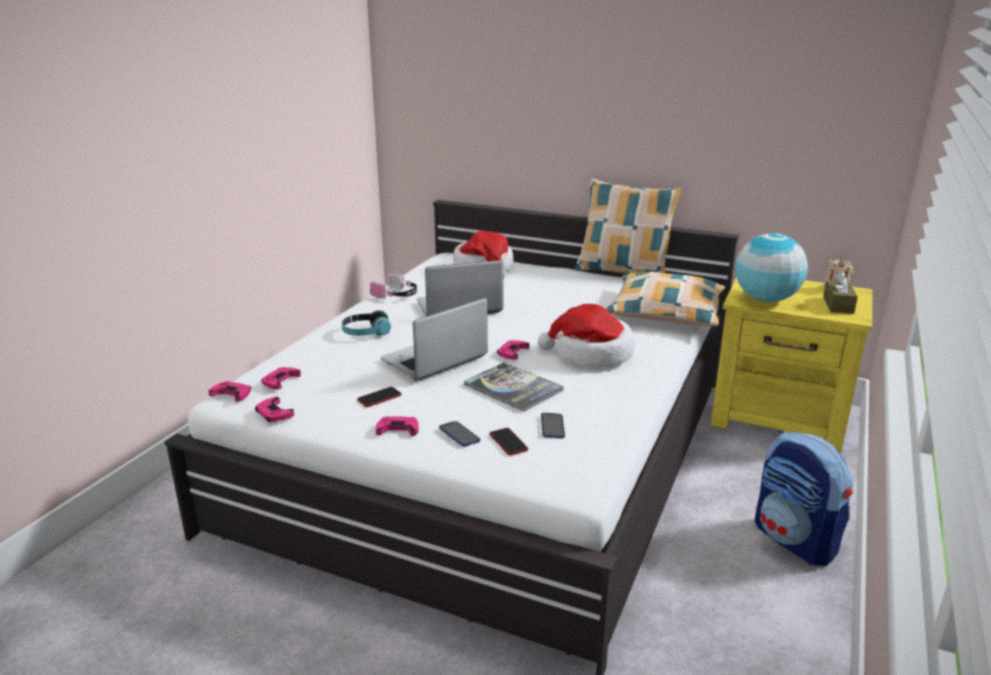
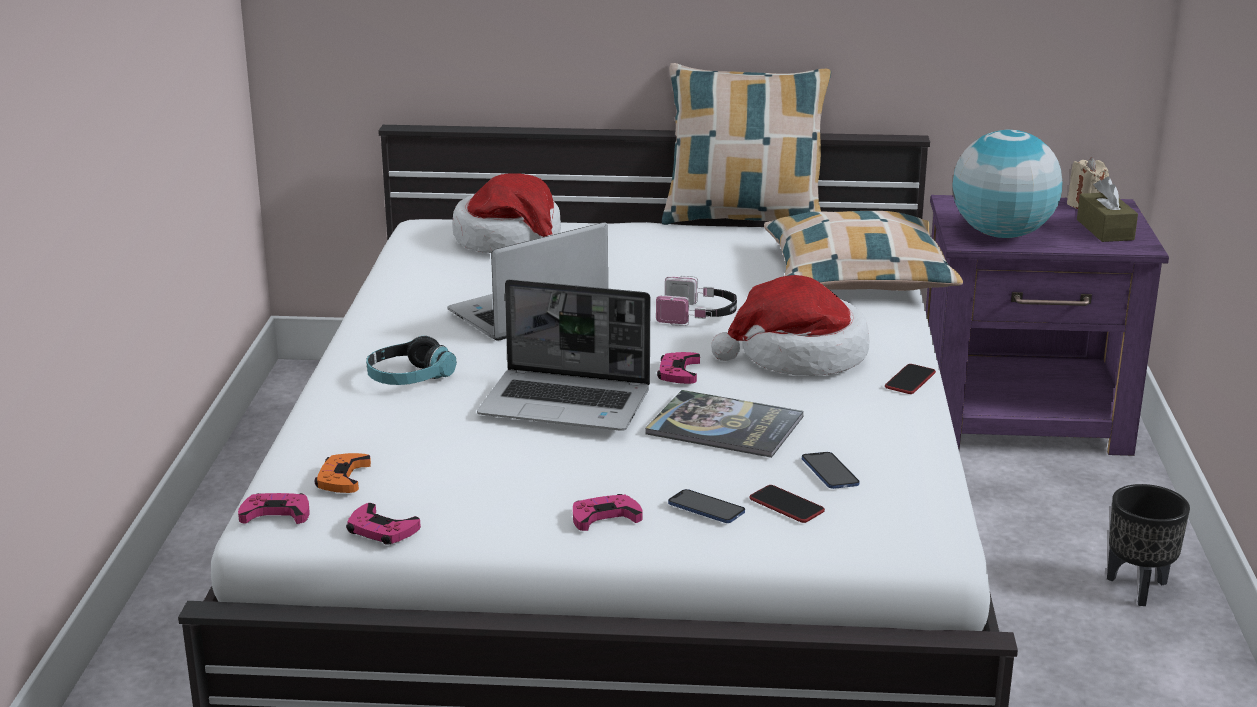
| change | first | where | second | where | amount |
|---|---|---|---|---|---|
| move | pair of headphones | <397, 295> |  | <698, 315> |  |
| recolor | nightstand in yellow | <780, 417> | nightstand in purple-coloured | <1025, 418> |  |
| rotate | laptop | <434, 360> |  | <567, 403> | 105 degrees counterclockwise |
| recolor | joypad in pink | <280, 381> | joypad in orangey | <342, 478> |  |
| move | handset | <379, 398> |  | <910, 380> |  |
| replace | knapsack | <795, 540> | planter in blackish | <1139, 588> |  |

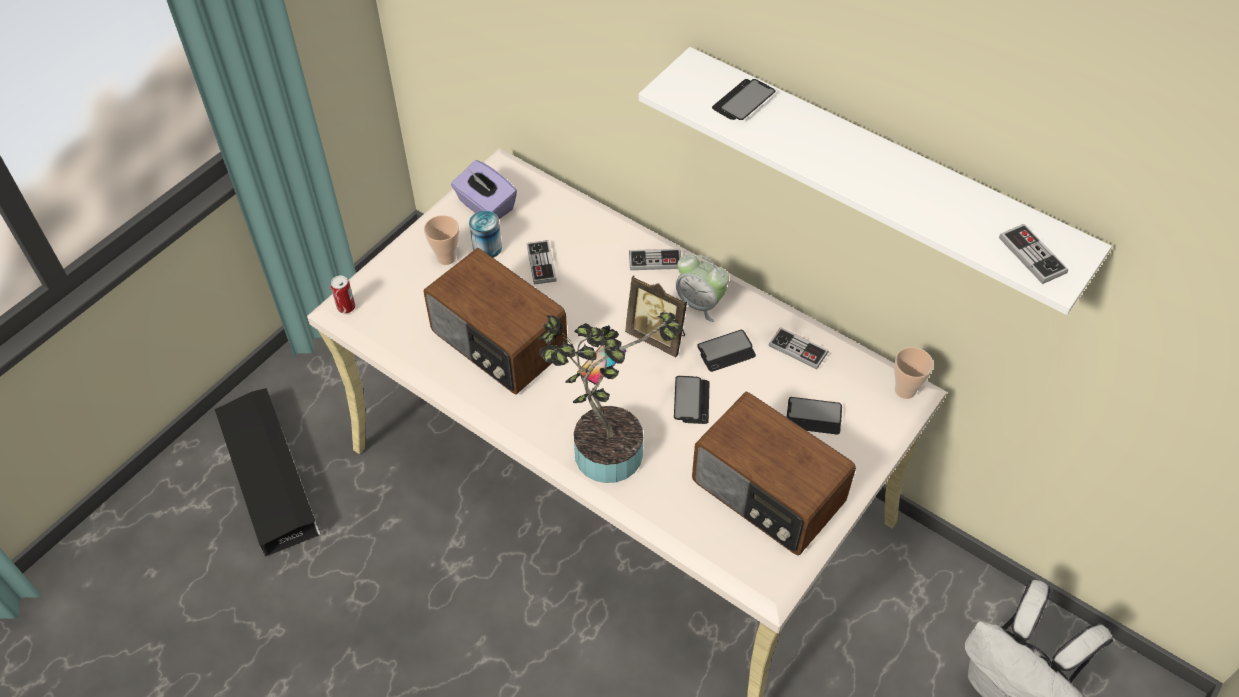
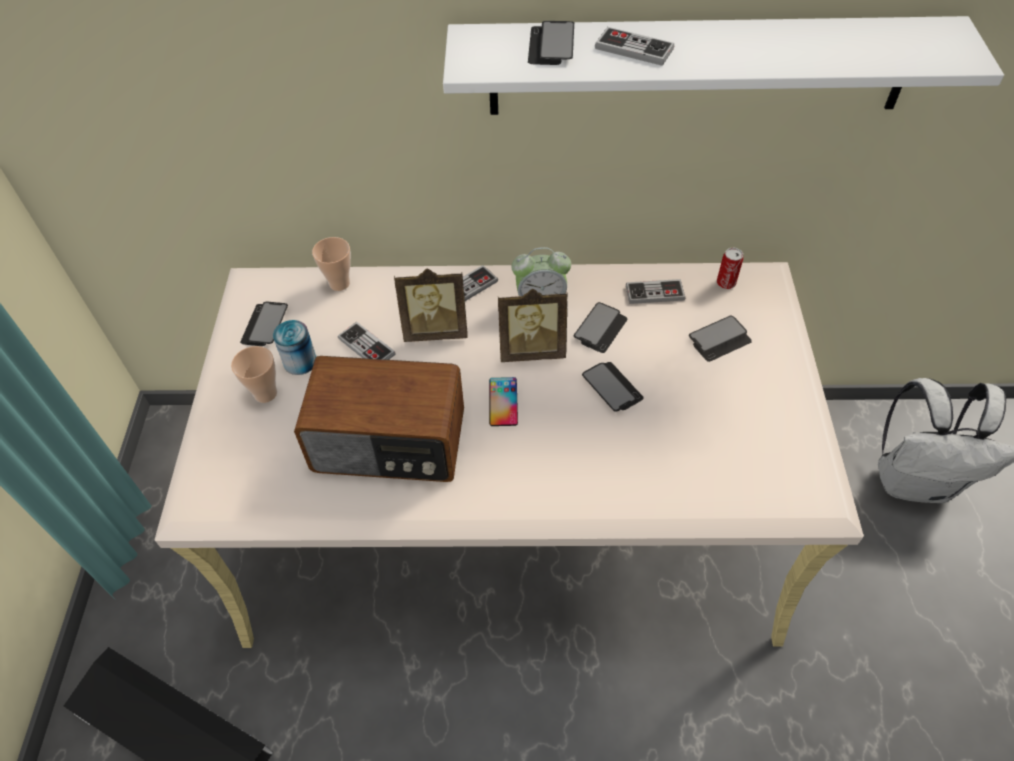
| change | first | where | second | where | amount |
|---|---|---|---|---|---|
| replace | tissue box in purple-coloured | <485, 206> | handset | <265, 325> |  |
| move | joypad | <1032, 255> |  | <634, 49> |  |
| move | metal can | <346, 307> |  | <726, 283> |  |
| delete | houseplant | <601, 448> |  |  |  |
| move | cup | <905, 390> |  | <339, 283> |  |
| delete | radio | <767, 494> |  |  |  |
| insert |  |  | standing frame | <435, 330> |  |

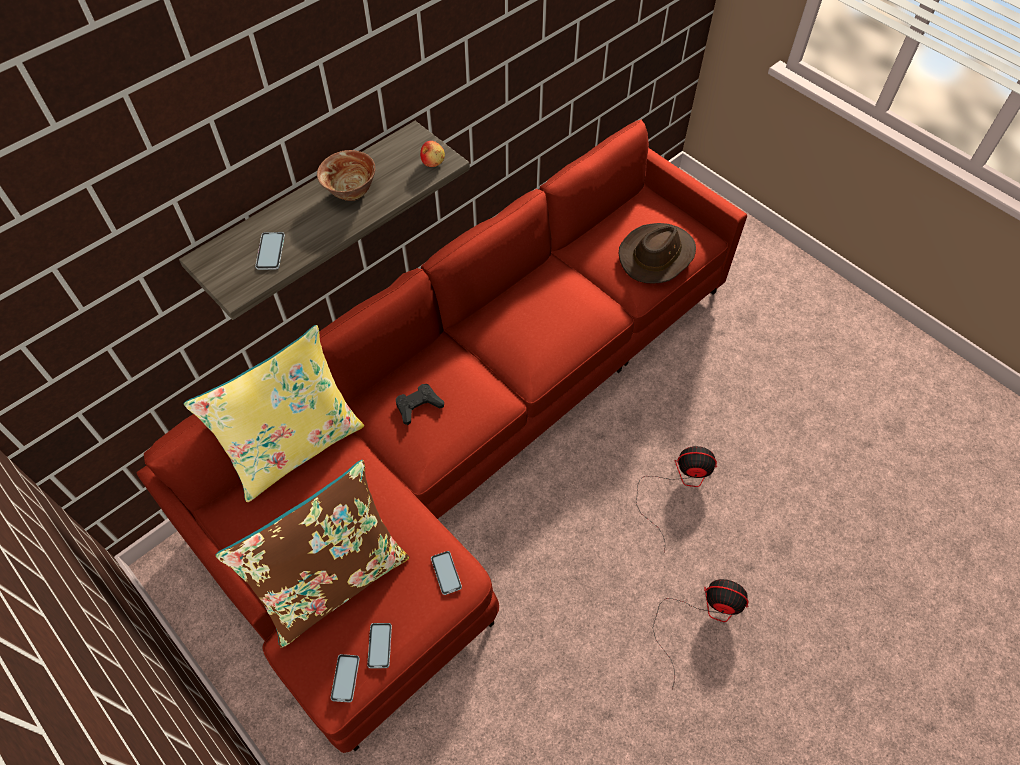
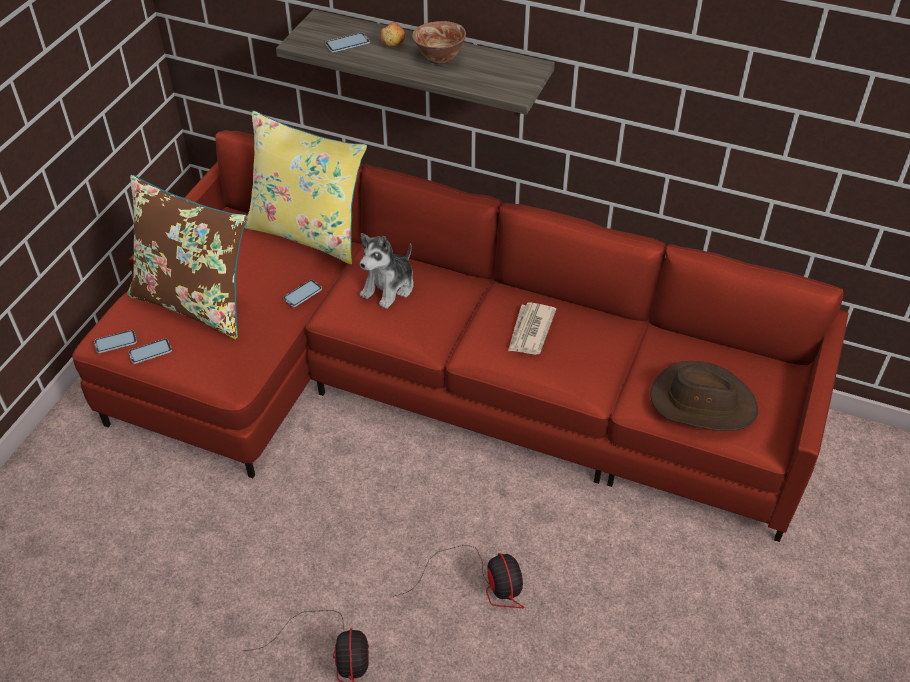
| change | first | where | second | where | amount |
|---|---|---|---|---|---|
| move | apple fruit | <433, 162> |  | <393, 44> |  |
| replace | joypad in blackish | <418, 406> | soft toy | <389, 287> |  |
| move | handset | <446, 573> |  | <302, 294> |  |
| insert |  |  | printed paper | <530, 331> |  |

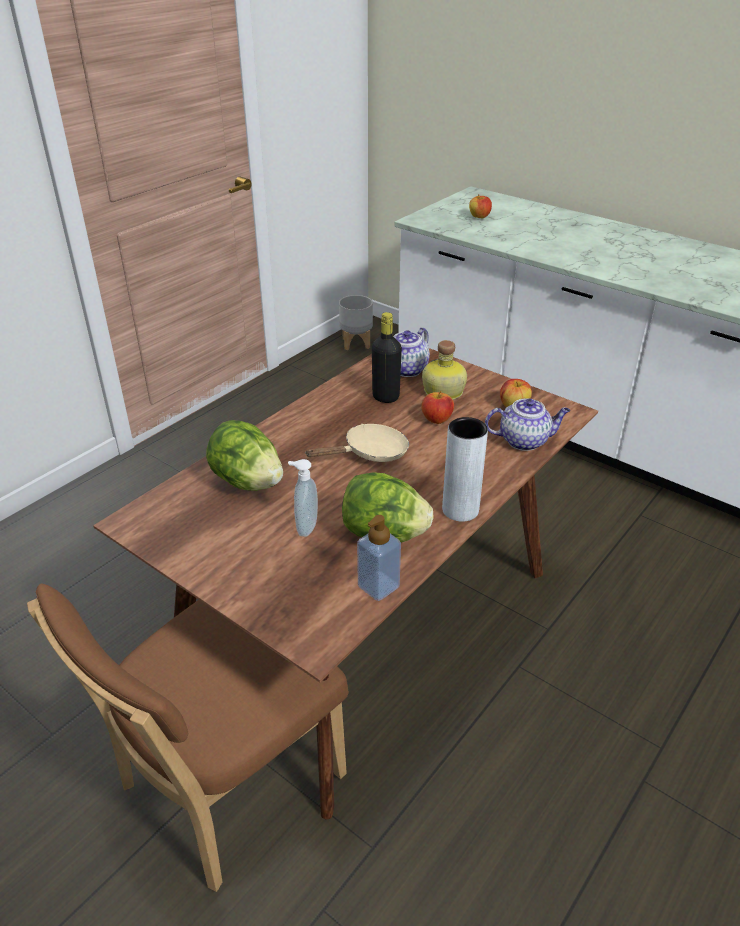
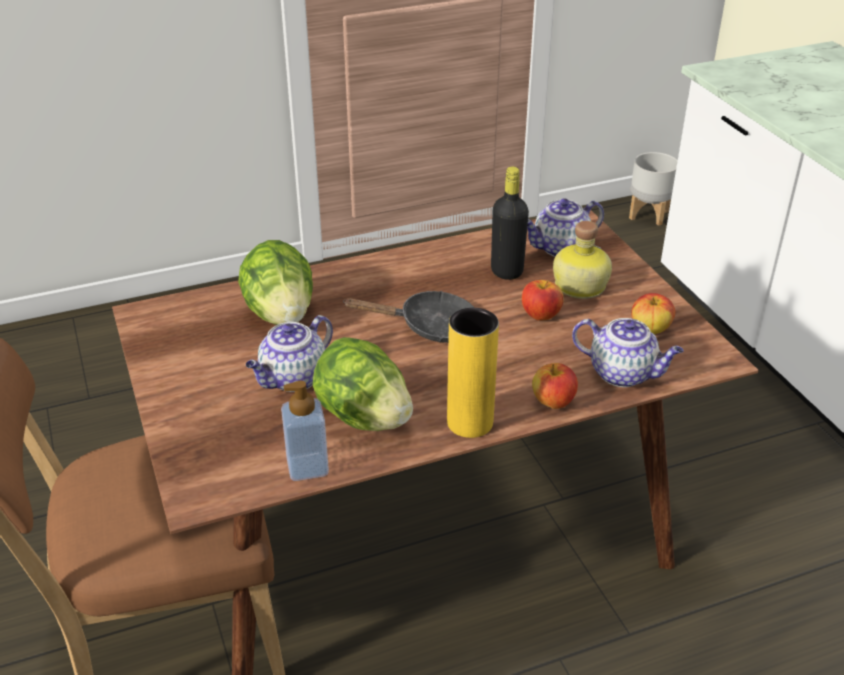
| change | first | where | second | where | amount |
|---|---|---|---|---|---|
| move | apple fruit | <479, 217> |  | <553, 402> |  |
| recolor | flower vase in gray | <460, 510> | flower vase in yellow | <470, 422> |  |
| recolor | skillet in sand-coloured | <370, 453> | skillet in blackish | <430, 327> |  |
| replace | liquid soap bottle | <305, 527> | teapot | <293, 379> |  |

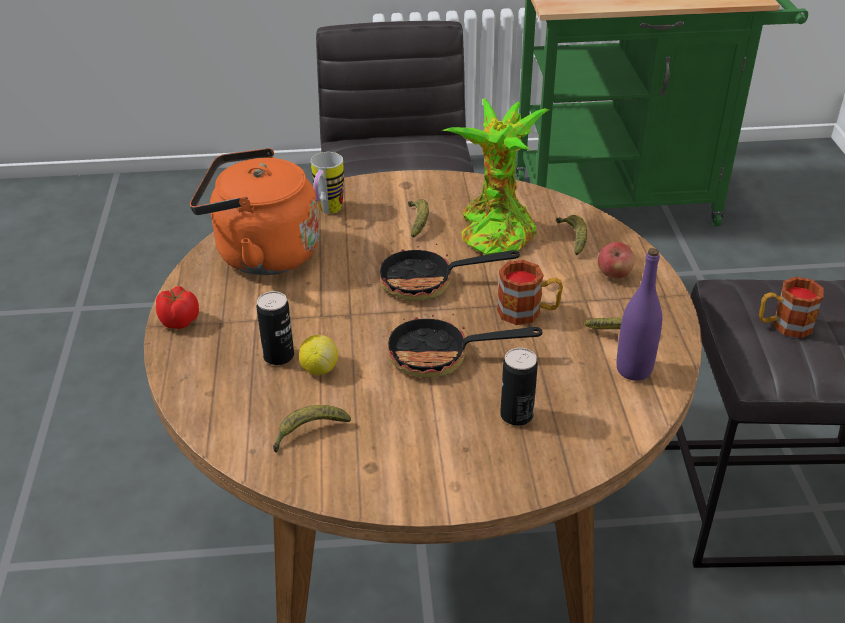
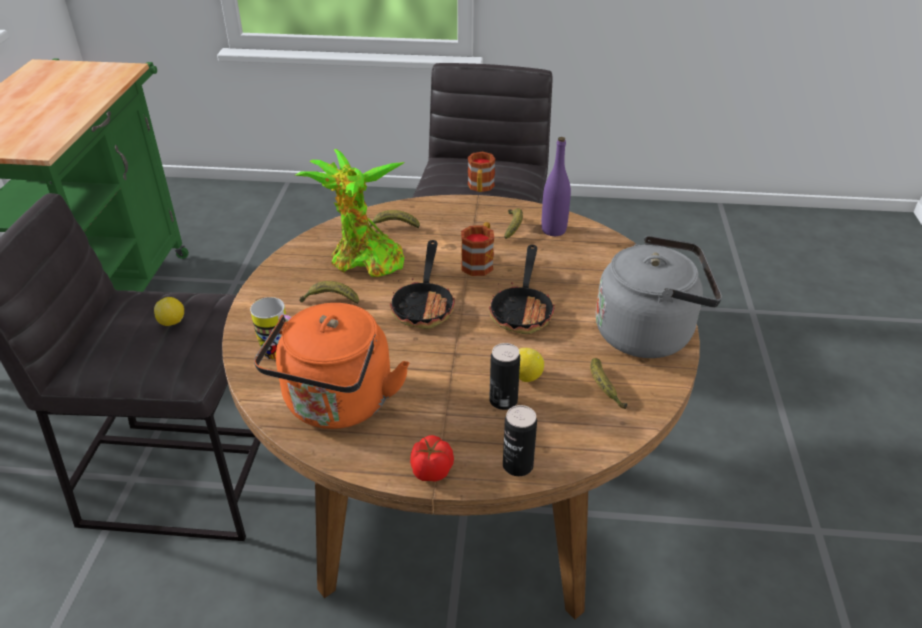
| change | first | where | second | where | amount |
|---|---|---|---|---|---|
| delete | apple fruit | <614, 274> |  |  |  |
| move | metal can | <516, 415> |  | <517, 465> |  |
| insert |  |  | tea kettle in gray | <649, 333> |  |
| insert |  |  | citrus fruit | <172, 322> |  |

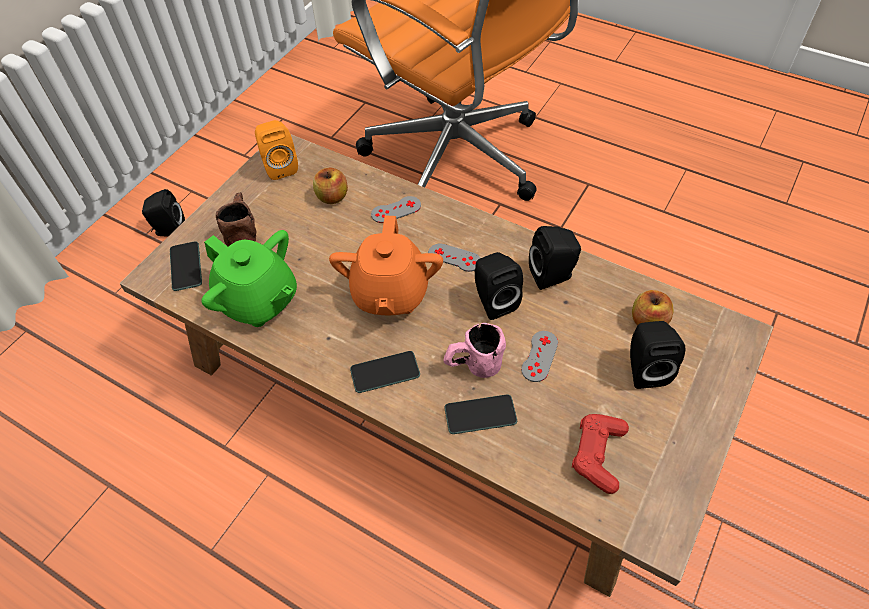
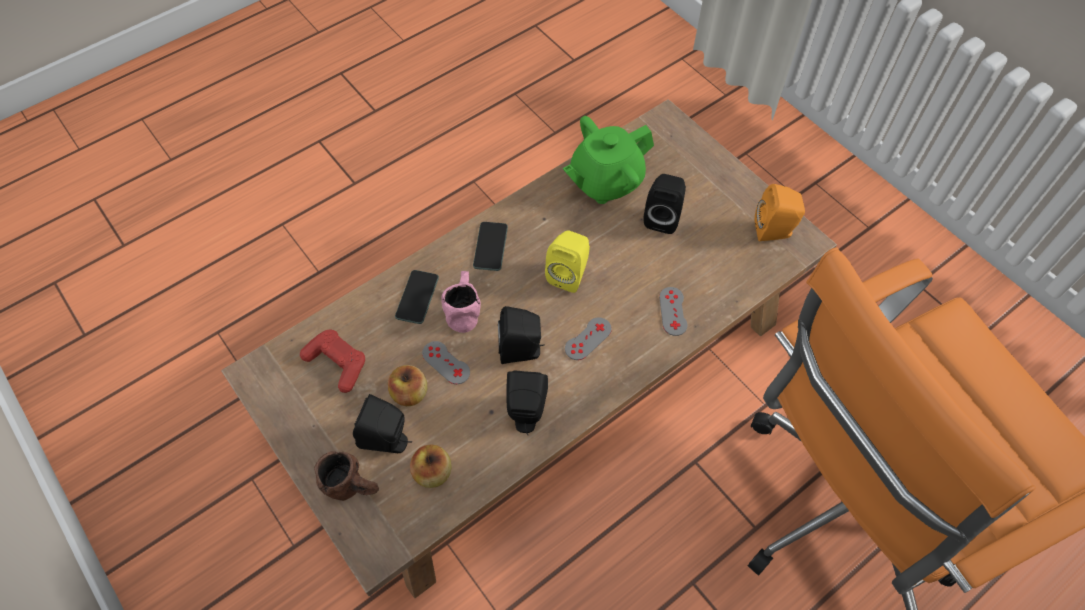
| change | first | where | second | where | amount |
|---|---|---|---|---|---|
| move | apple fruit | <332, 197> |  | <410, 393> |  |
| move | audio speaker in blackish | <169, 230> |  | <663, 217> |  |
| move | coffee mug in brown-coloured | <242, 232> |  | <354, 487> |  |
| replace | teapot in orangey | <390, 294> | audio speaker in yellow | <569, 274> |  |
| delete | handset | <186, 266> |  |  |  |

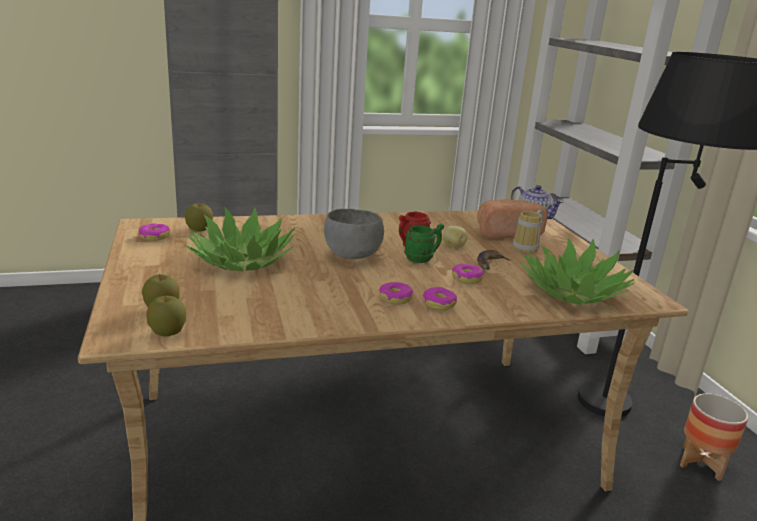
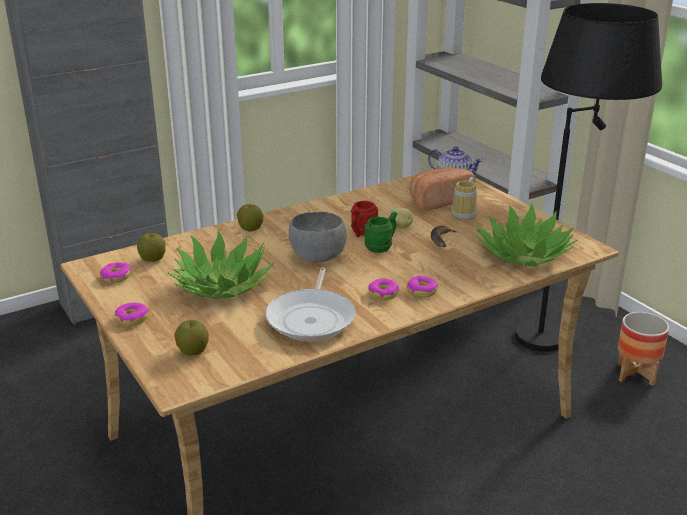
| change | first | where | second | where | amount |
|---|---|---|---|---|---|
| move | doughnut | <467, 278> |  | <132, 318> |  |
| move | apple fruit | <168, 332> |  | <250, 229> |  |
| insert |  |  | skillet | <312, 318> |  |

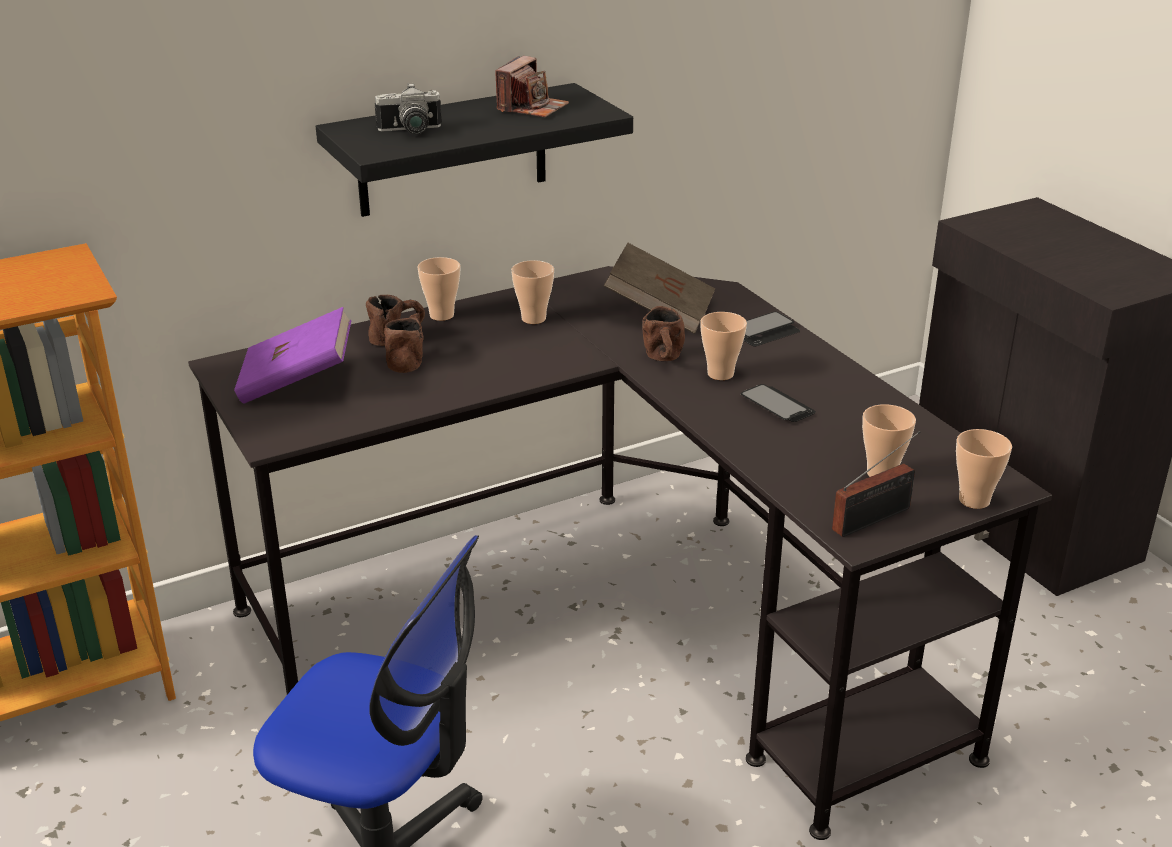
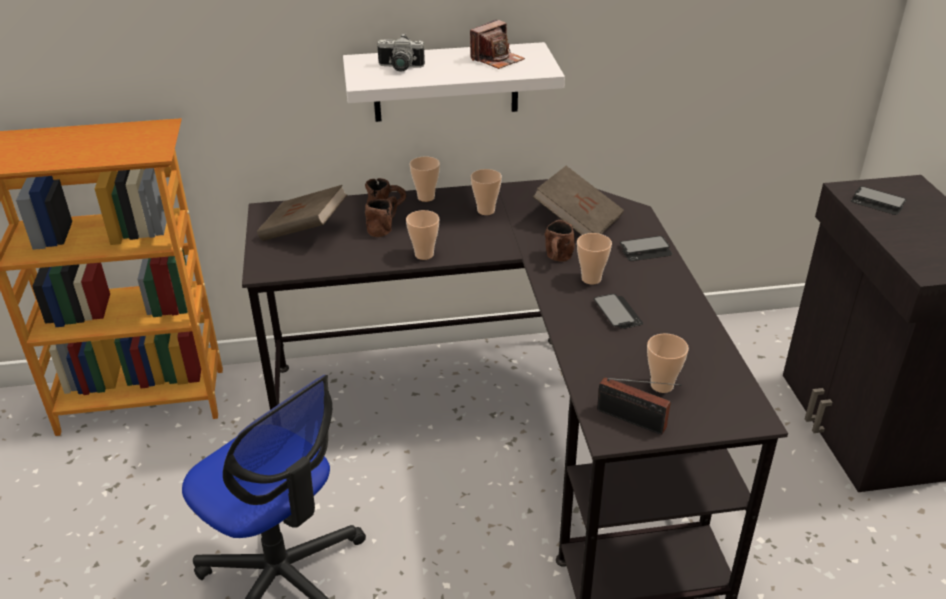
| change | first | where | second | where | amount |
|---|---|---|---|---|---|
| recolor | wall shelf in blackish | <452, 150> | wall shelf in white | <446, 82> |  |
| recolor | volume in purple-coloured | <297, 382> | volume in brown-coloured | <304, 231> |  |
| move | cup | <974, 500> |  | <424, 254> |  |
| rotate | radio | <876, 518> |  | <634, 421> | 45 degrees clockwise |
| insert |  |  | handset | <877, 202> |  |

